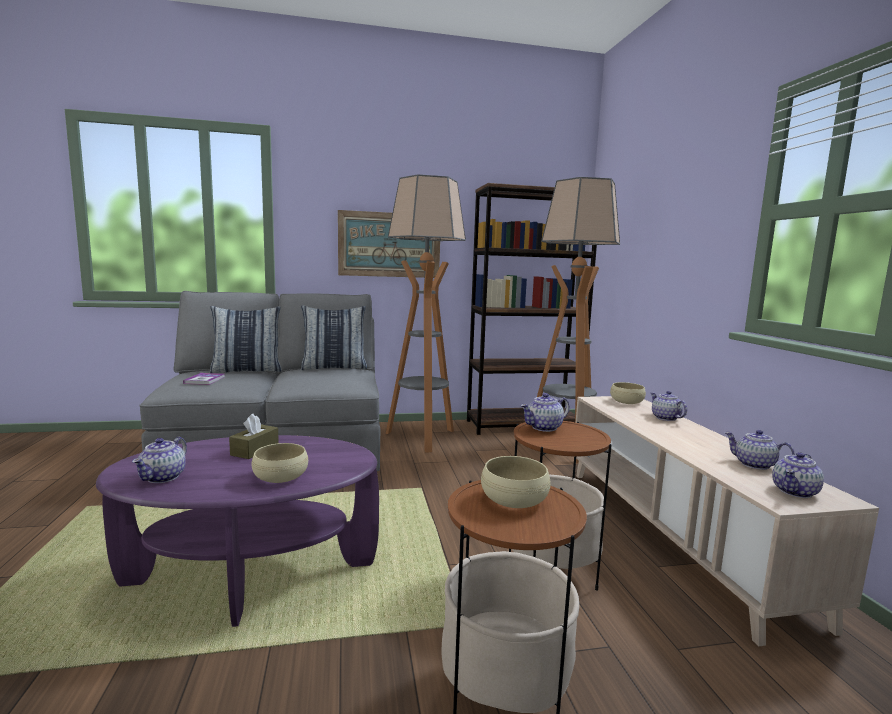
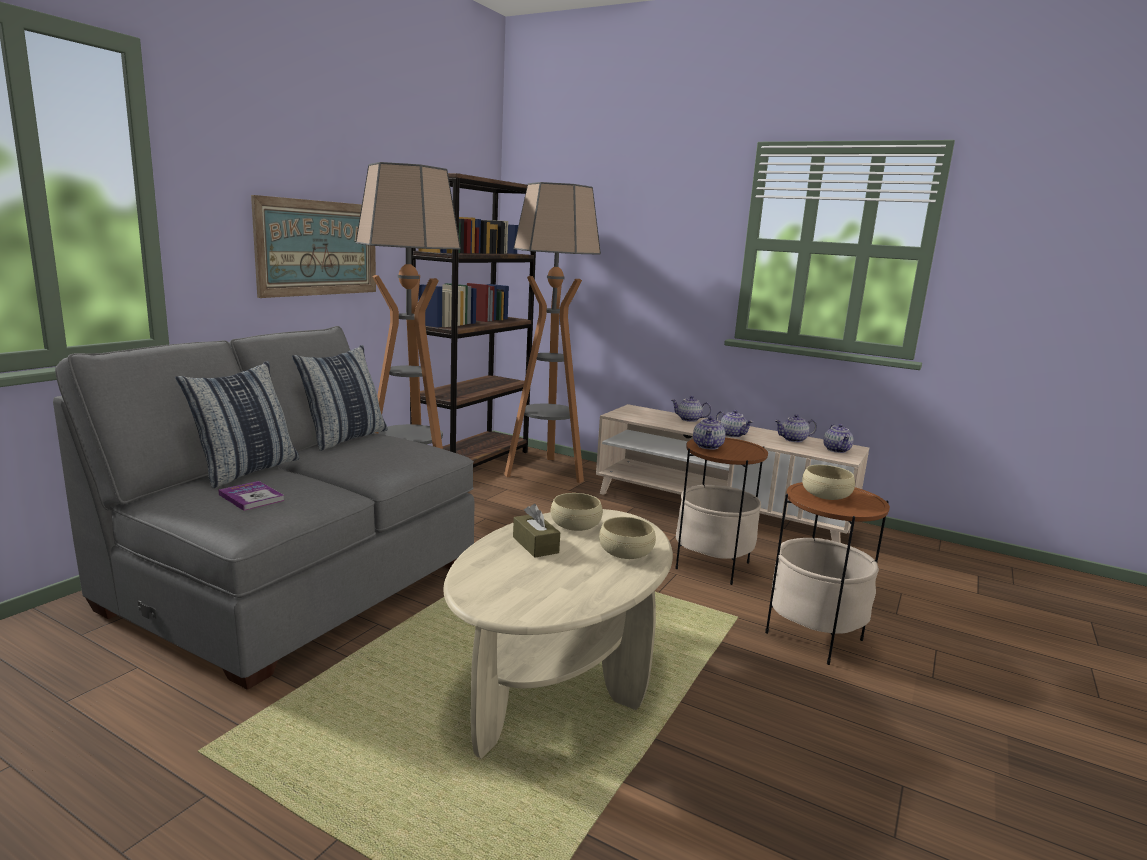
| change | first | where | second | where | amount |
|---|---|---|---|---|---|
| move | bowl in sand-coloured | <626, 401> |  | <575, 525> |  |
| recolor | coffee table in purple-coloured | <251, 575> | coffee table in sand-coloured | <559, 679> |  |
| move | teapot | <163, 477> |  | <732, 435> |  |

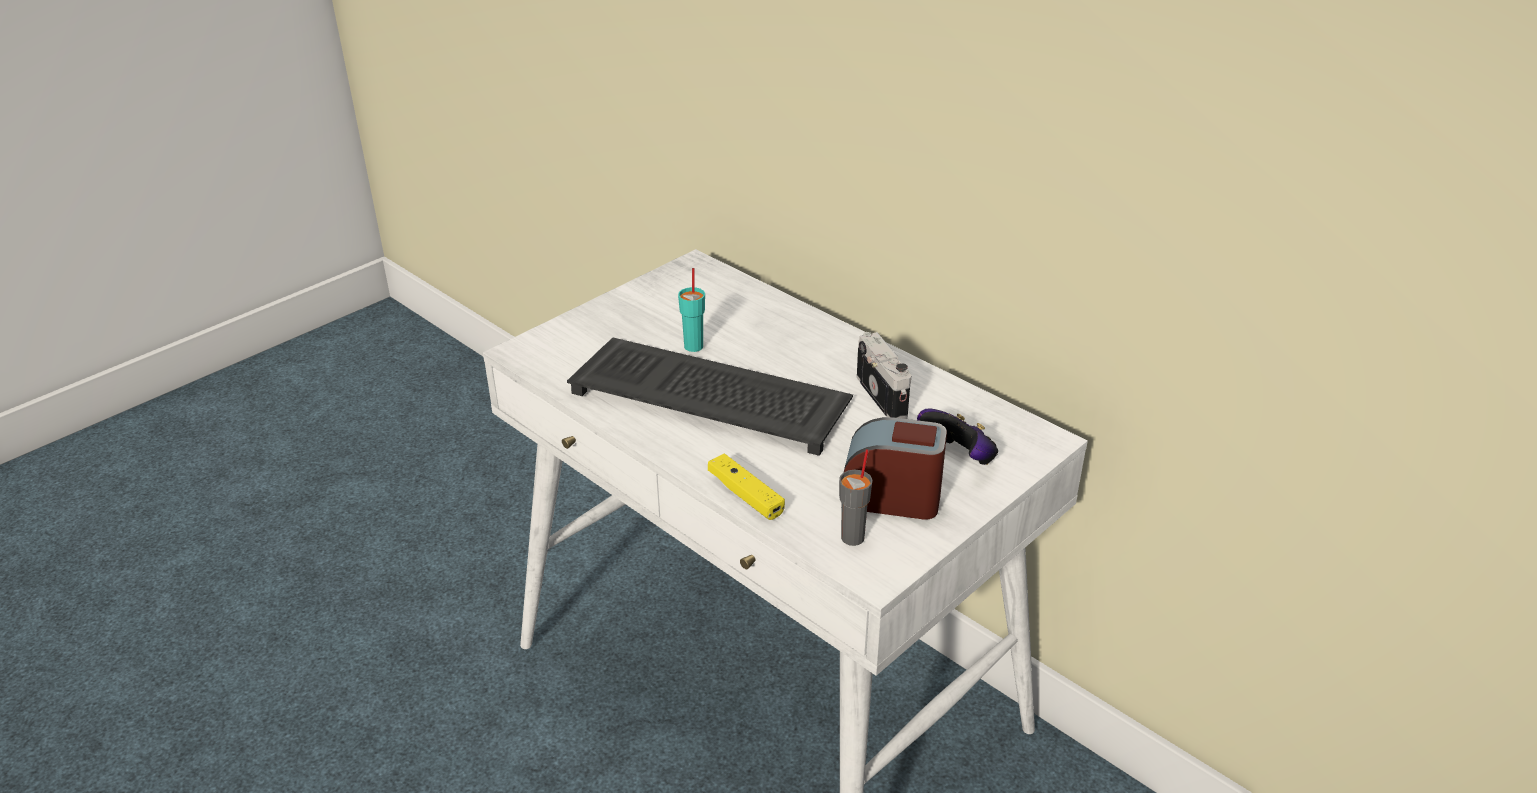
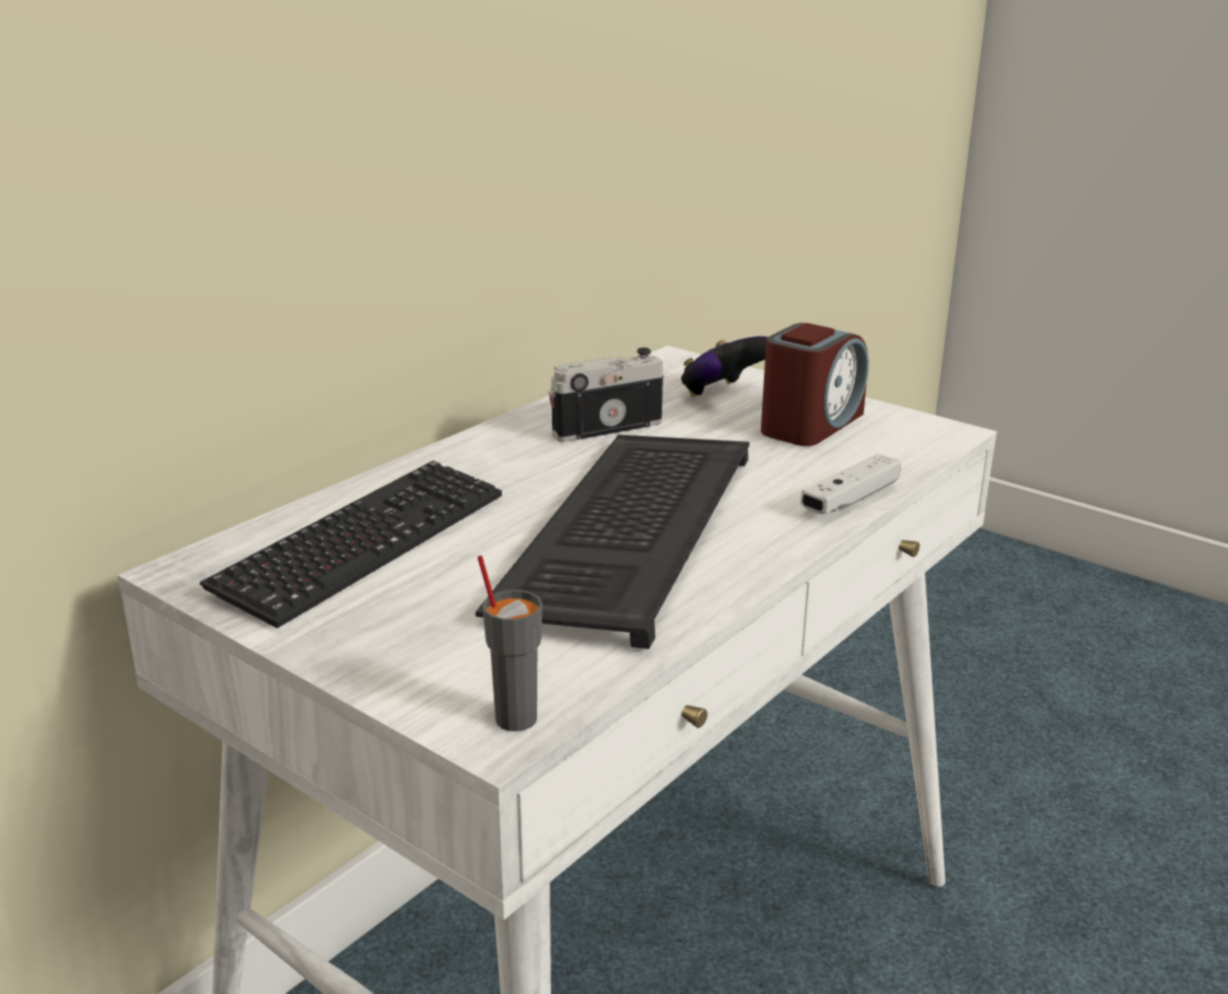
| change | first | where | second | where | amount |
|---|---|---|---|---|---|
| delete | cup in blue-green | <694, 346> |  |  |  |
| rotate | alarm clock | <891, 497> |  | <811, 424> | 150 degrees counterclockwise |
| move | cup in gray | <853, 537> |  | <515, 718> |  |
| recolor | joypad in yellow | <745, 495> | joypad in white | <850, 499> |  |
| insert |  |  | keyboard | <363, 544> |  |

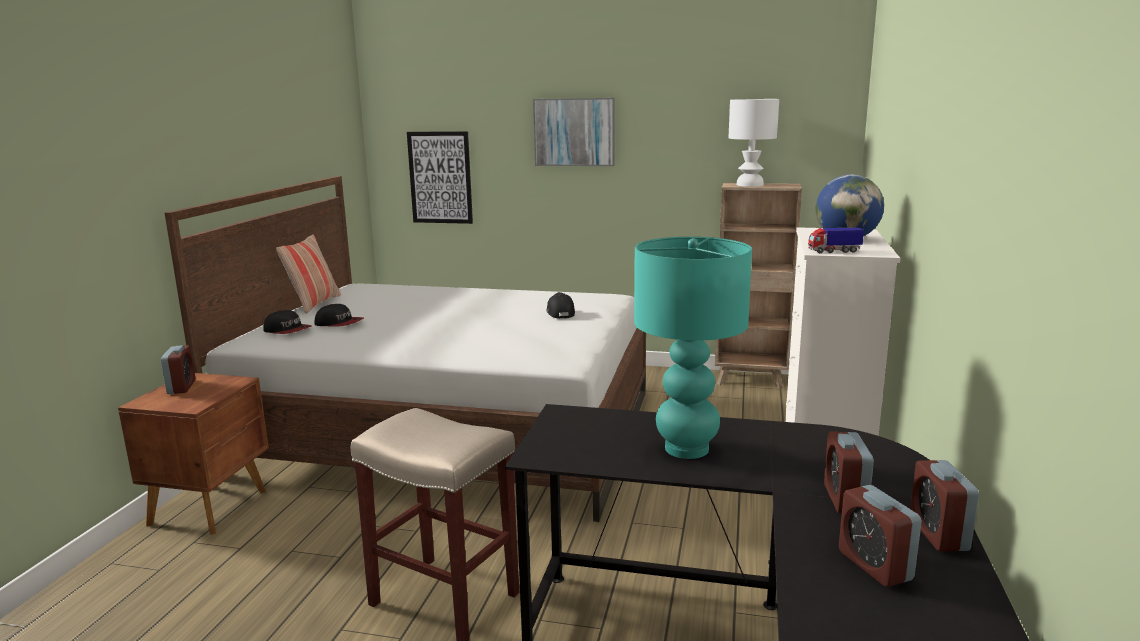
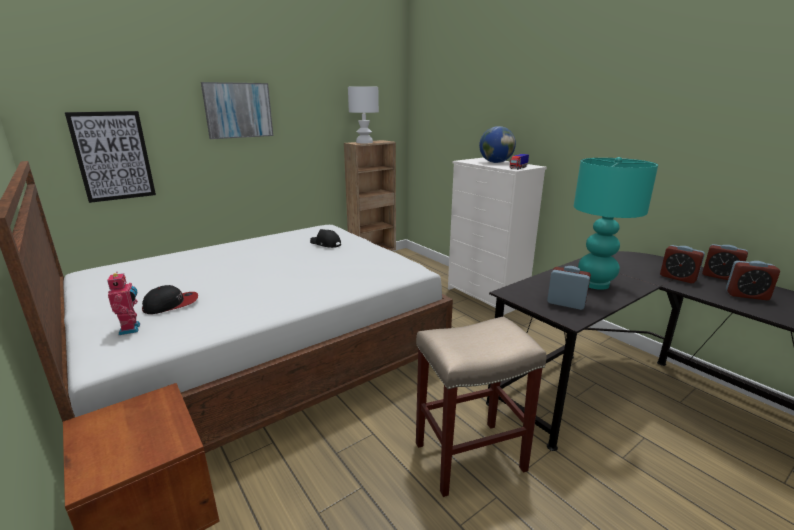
| change | first | where | second | where | amount |
|---|---|---|---|---|---|
| delete | throw pillow | <314, 304> |  |  |  |
| replace | cap | <288, 330> | model robot | <131, 329> |  |
| move | alarm clock | <181, 387> |  | <566, 303> |  |

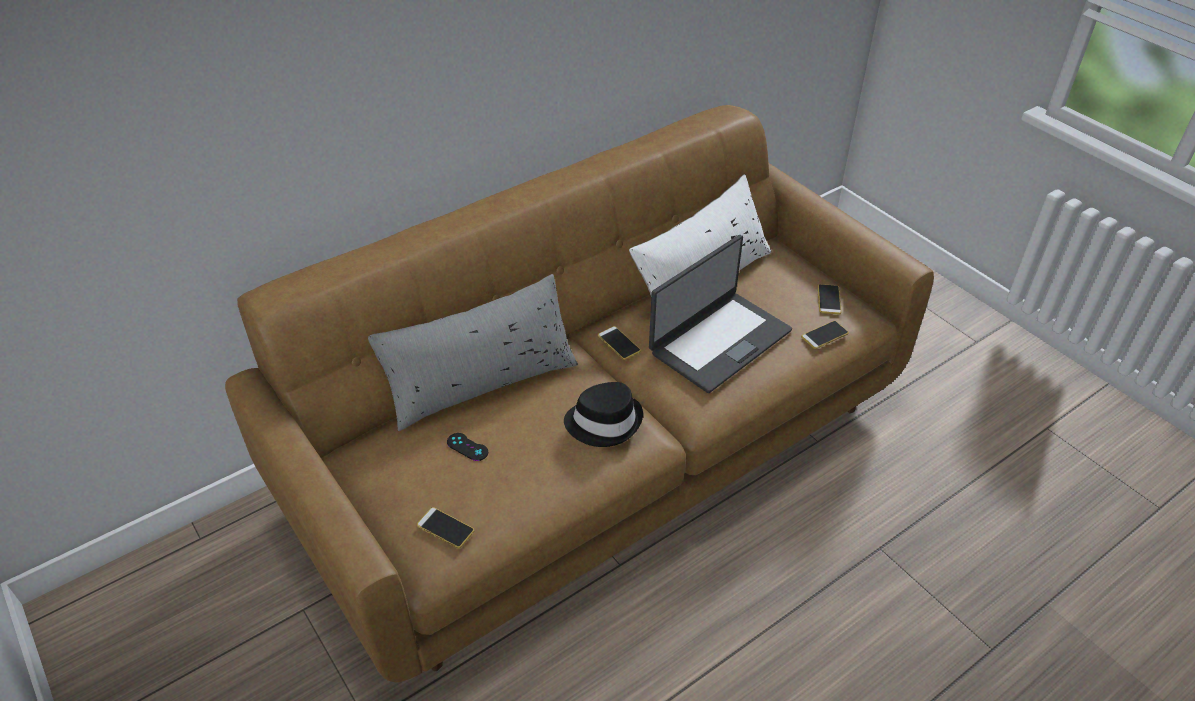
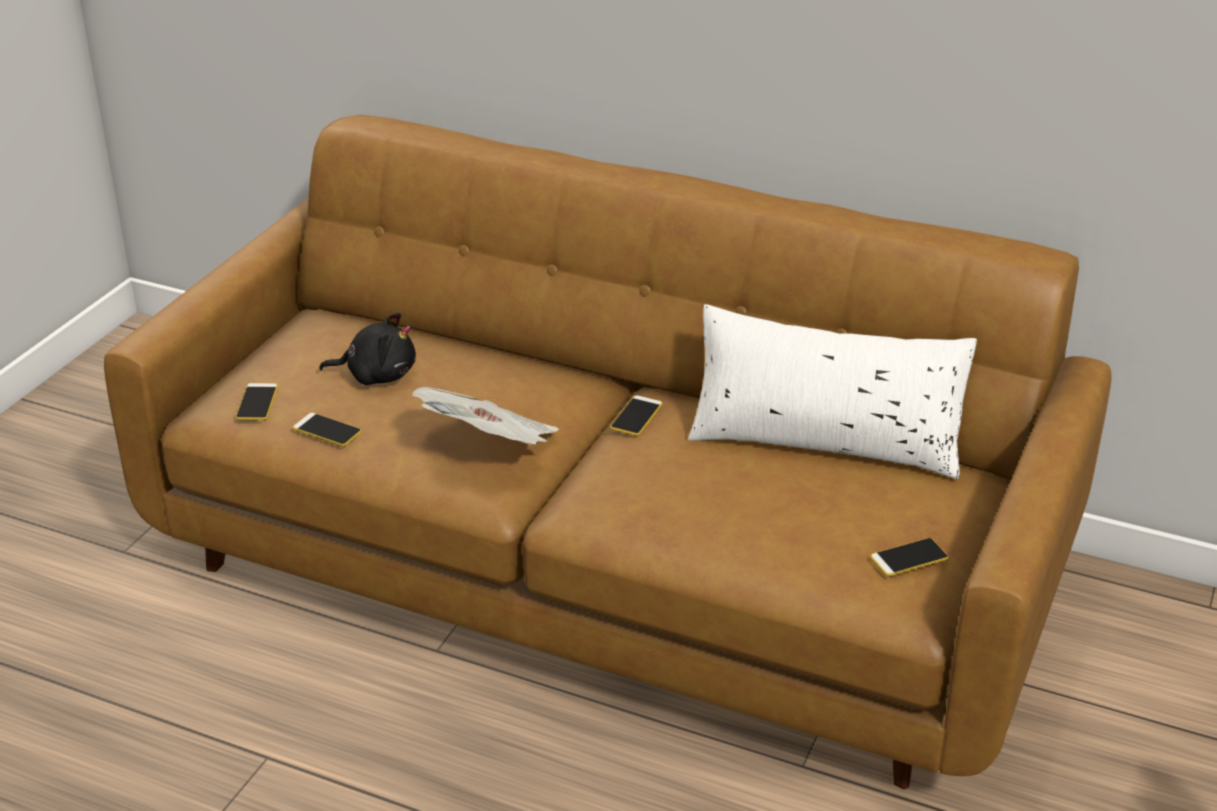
| change | first | where | second | where | amount |
|---|---|---|---|---|---|
| delete | laptop | <719, 341> |  |  |  |
| delete | throw pillow in gray | <481, 382> |  |  |  |
| move | handset | <824, 335> |  | <327, 431> |  |
| replace | clothing hat in blackish | <604, 421> | printed paper | <490, 447> |  |
| replace | joypad in blackish | <467, 447> | soft toy in blackish | <377, 375> |  |

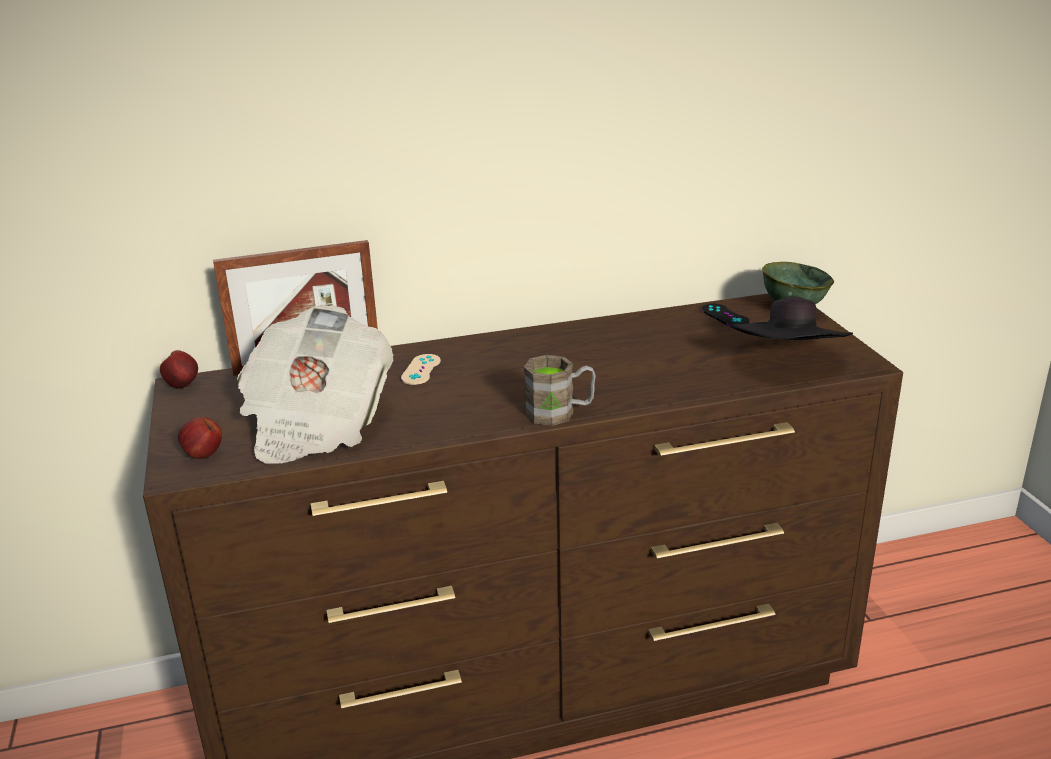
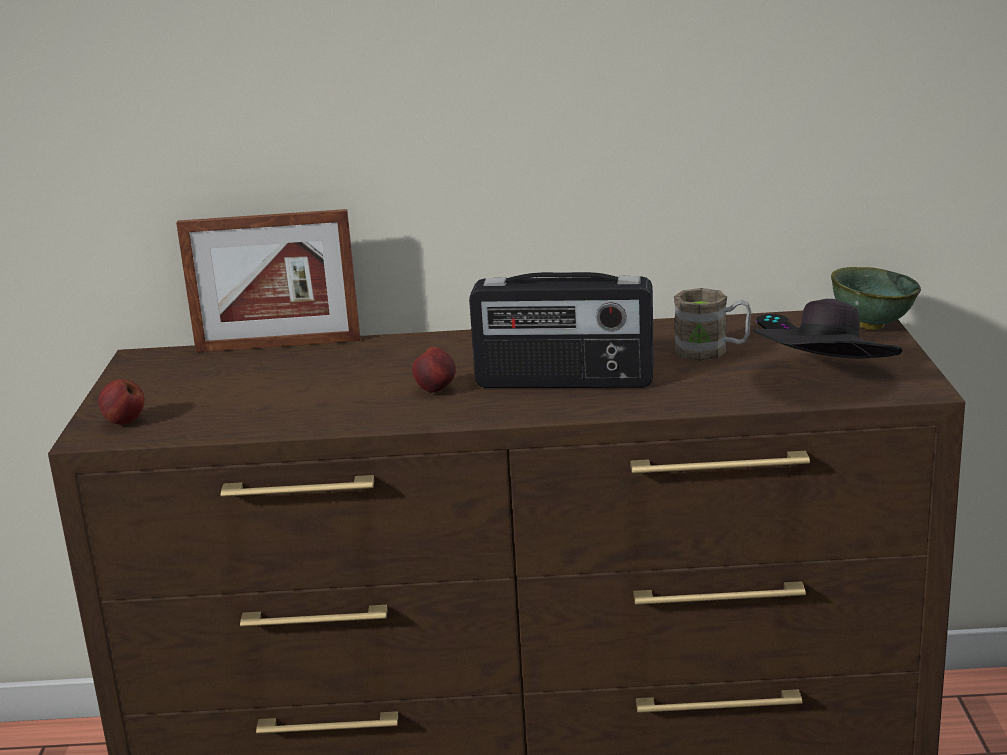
| change | first | where | second | where | amount |
|---|---|---|---|---|---|
| delete | printed paper | <315, 423> |  |  |  |
| move | apple fruit | <183, 386> |  | <437, 390> |  |
| delete | joypad in sand-coloured | <421, 370> |  |  |  |
| move | coffee mug in brown-coloured | <560, 413> |  | <712, 351> |  |
| insert |  |  | radio | <564, 382> |  |

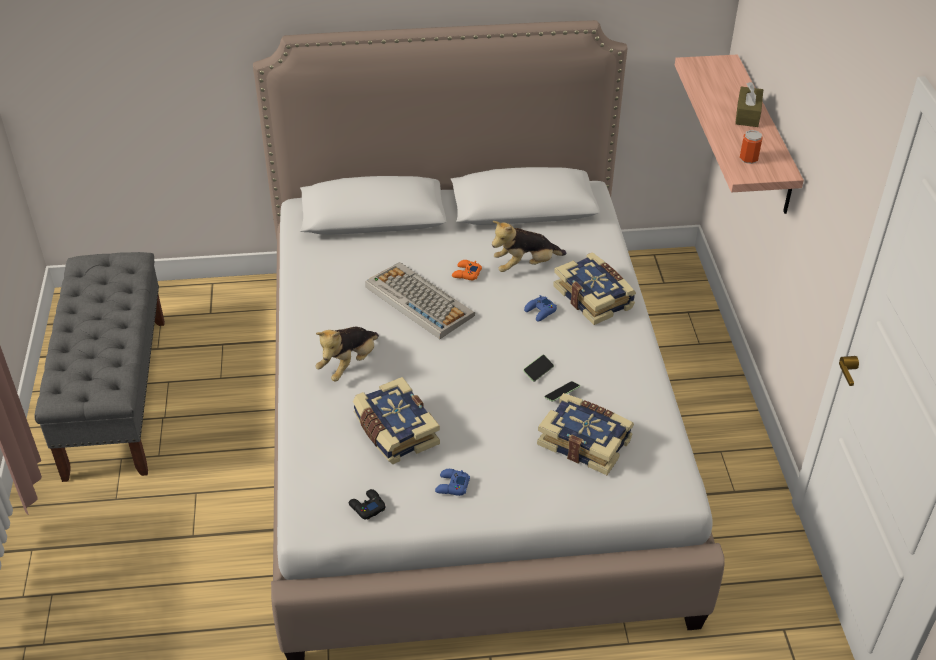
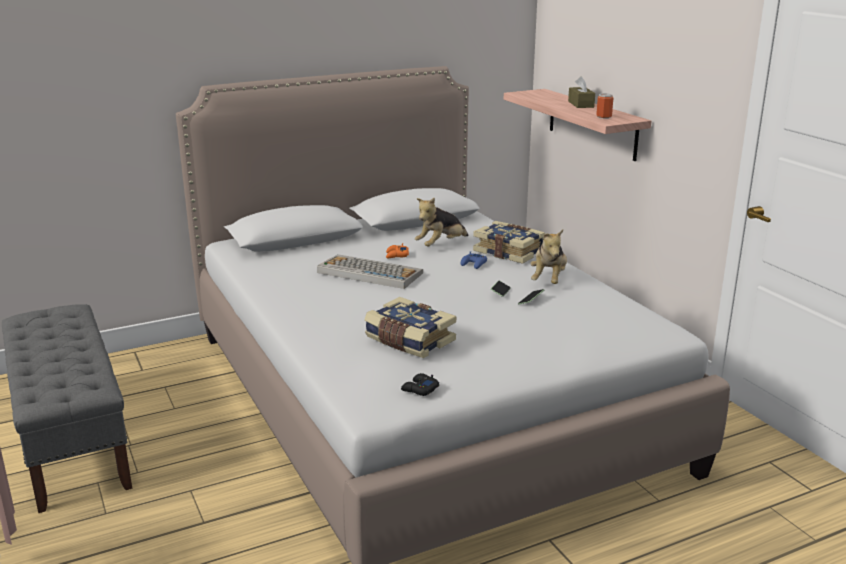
| change | first | where | second | where | amount |
|---|---|---|---|---|---|
| move | soft toy | <349, 364> |  | <549, 280> |  |
| delete | volume | <585, 441> |  |  |  |
| delete | joypad in bluish | <452, 486> |  |  |  |

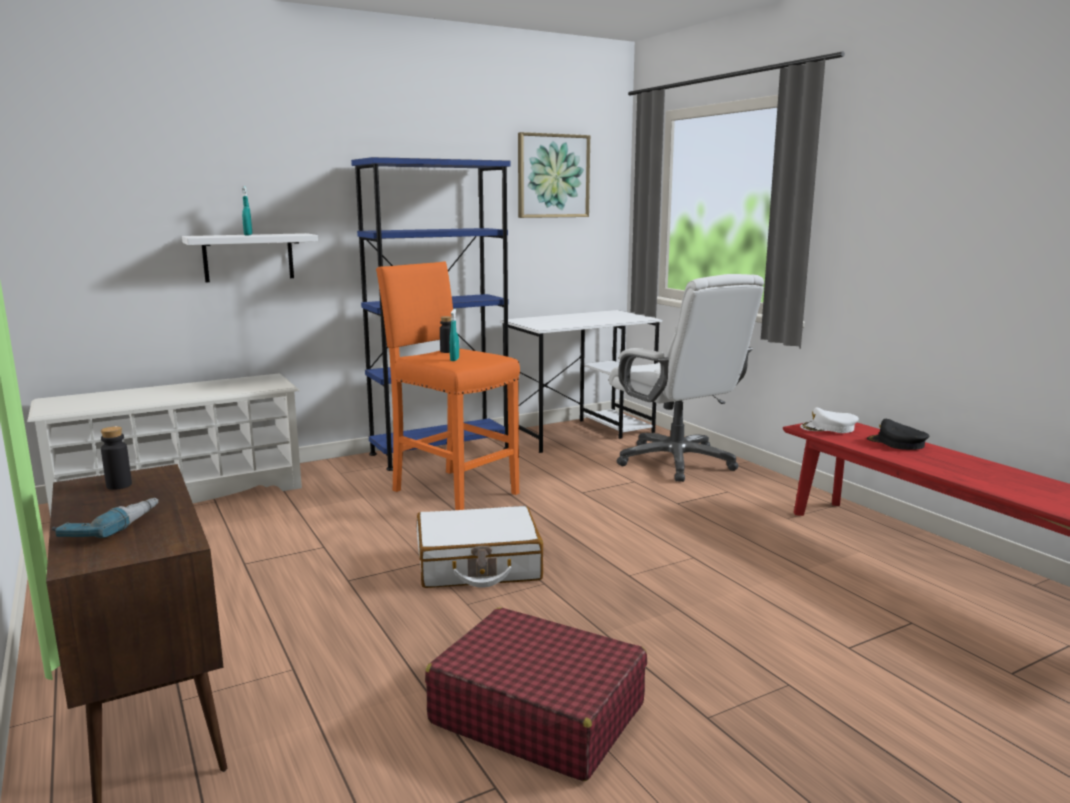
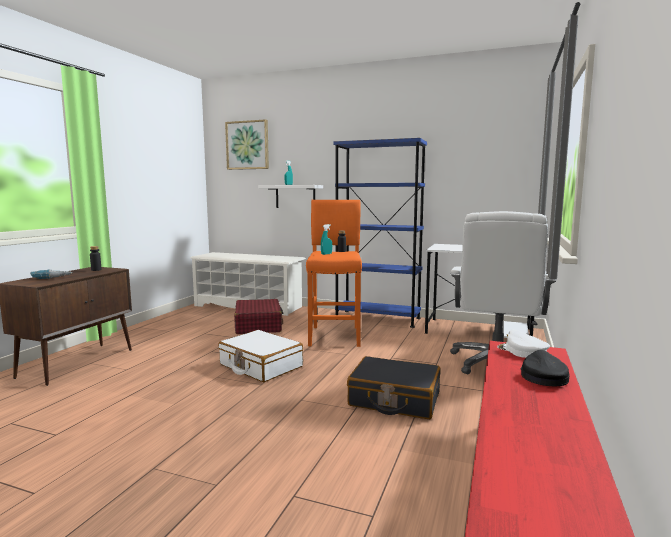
| change | first | where | second | where | amount |
|---|---|---|---|---|---|
| move | wall art | <553, 176> |  | <247, 145> |  |
| move | suitcase in reddish | <537, 713> |  | <258, 325> |  |
| insert |  |  | suitcase in blackish | <394, 399> |  |

